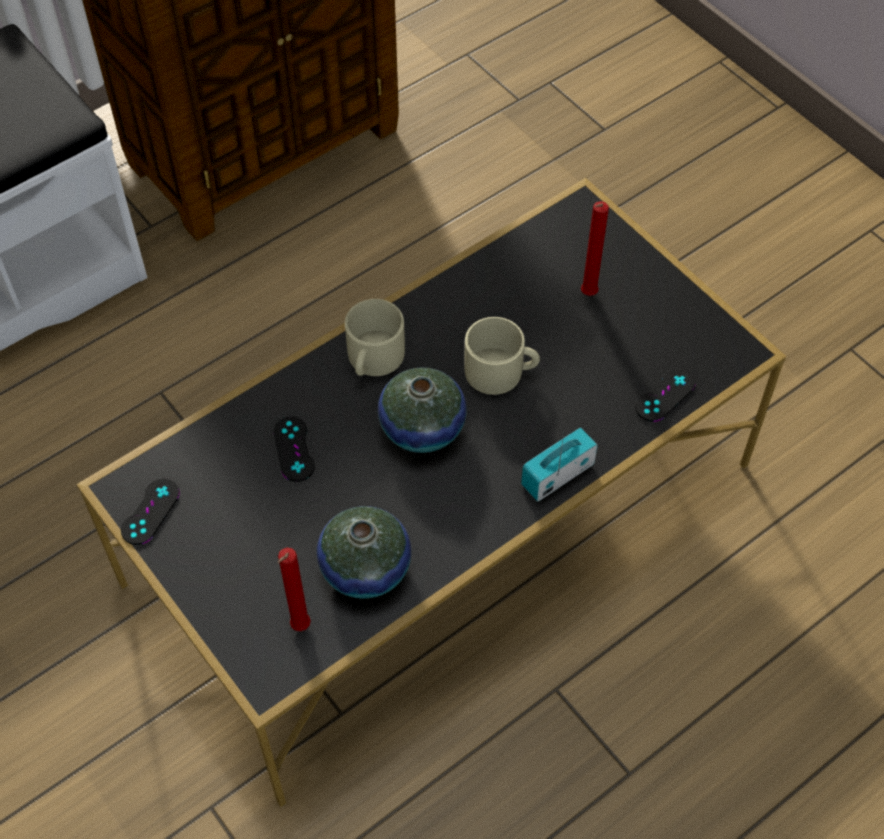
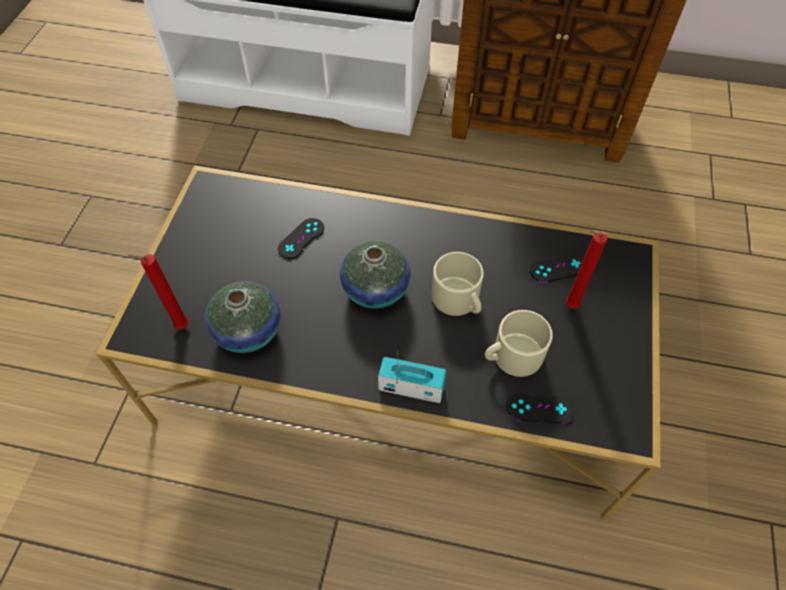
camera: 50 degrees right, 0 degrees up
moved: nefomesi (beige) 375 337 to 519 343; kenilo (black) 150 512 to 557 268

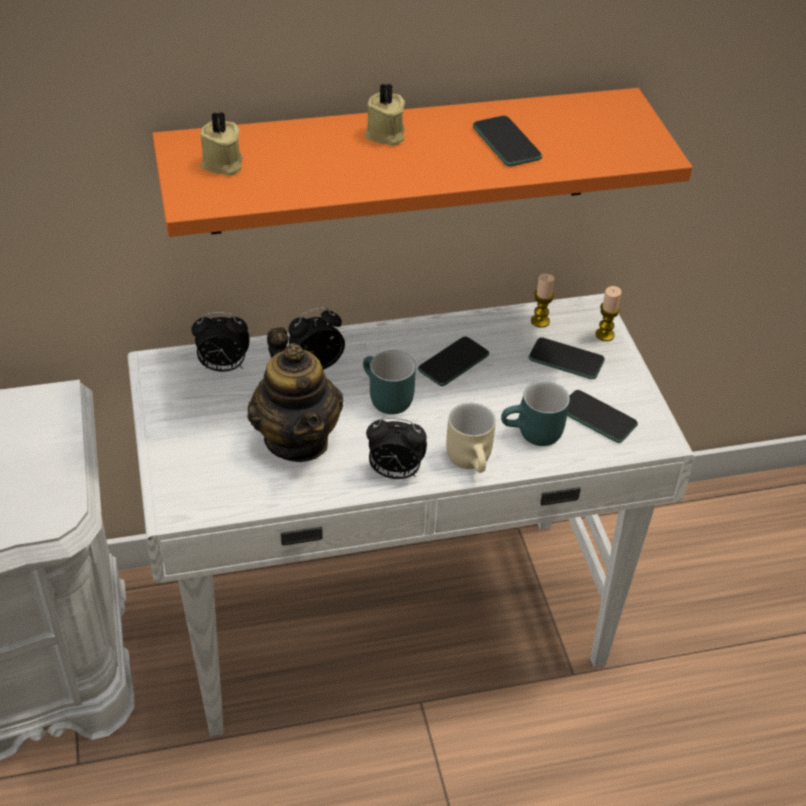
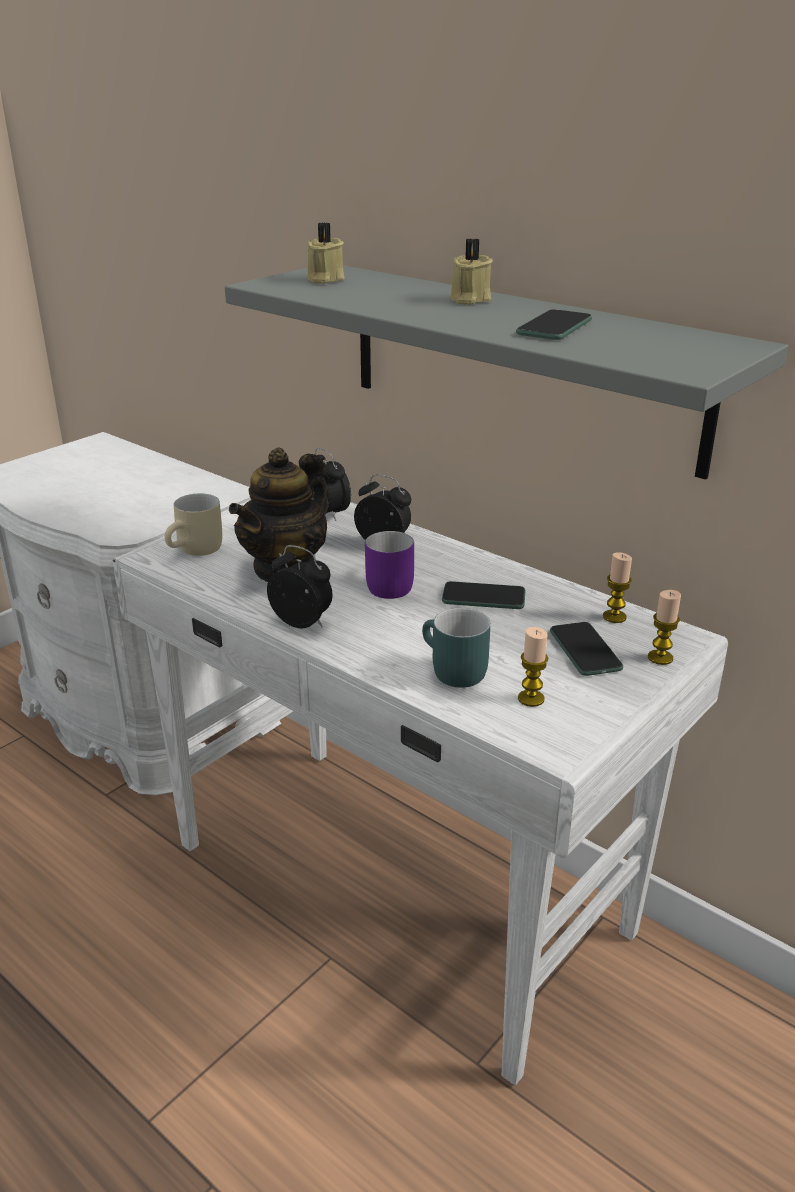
camera: 55 degrees right, 15 degrees down
moved: nefomesi (beige) 471 438 to 193 525
replaced: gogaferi 602 416 to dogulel 533 667
recoloured: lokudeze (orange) 422 162 to lokudeze (grey) 506 372; nefomesi (turquoise) 389 382 to nefomesi (purple) 389 565
turned: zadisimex 396 448 = 300 586 150 degrees clockwise

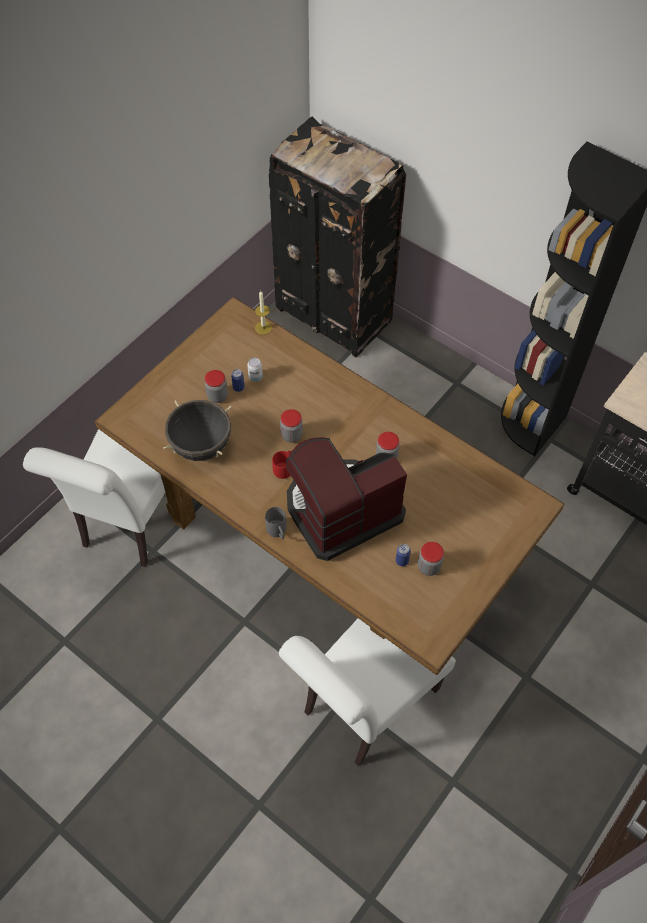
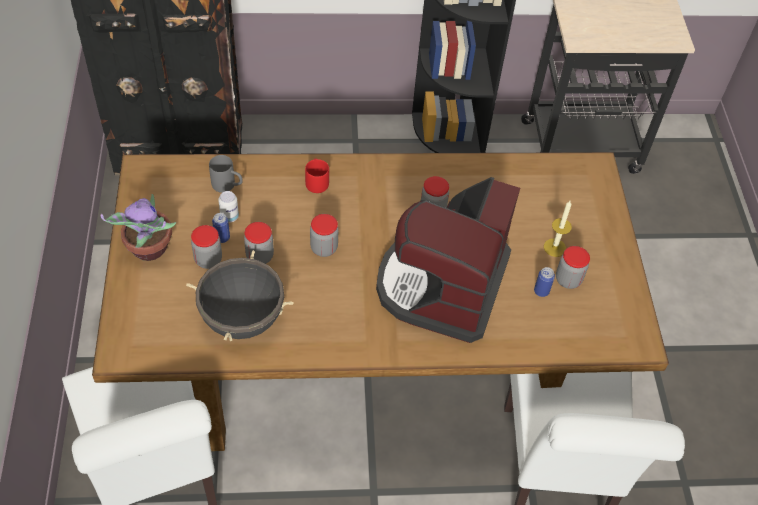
camera: 45 degrees left, 5 degrees down
added: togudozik 138 227; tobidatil 259 243
moved: dogulel 263 313 to 558 229; nefomesi (red) 281 465 to 317 176; nefomesi (grey) 276 523 to 226 174

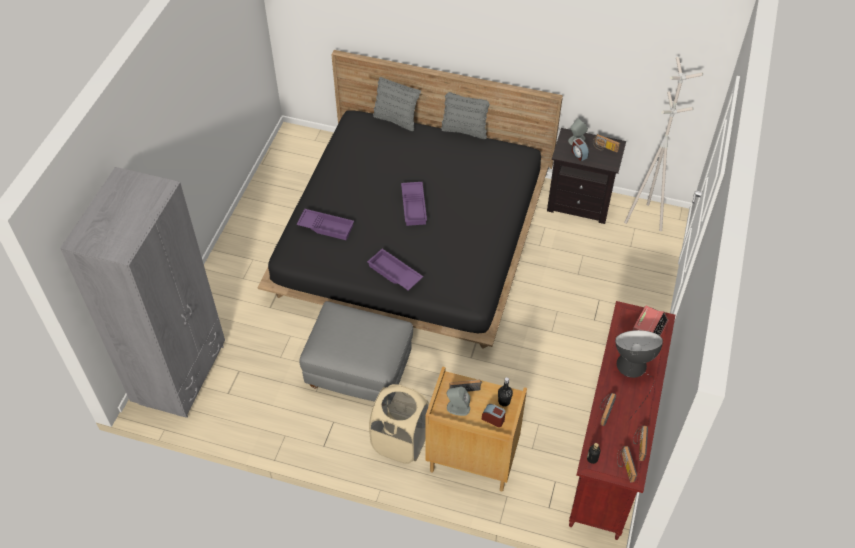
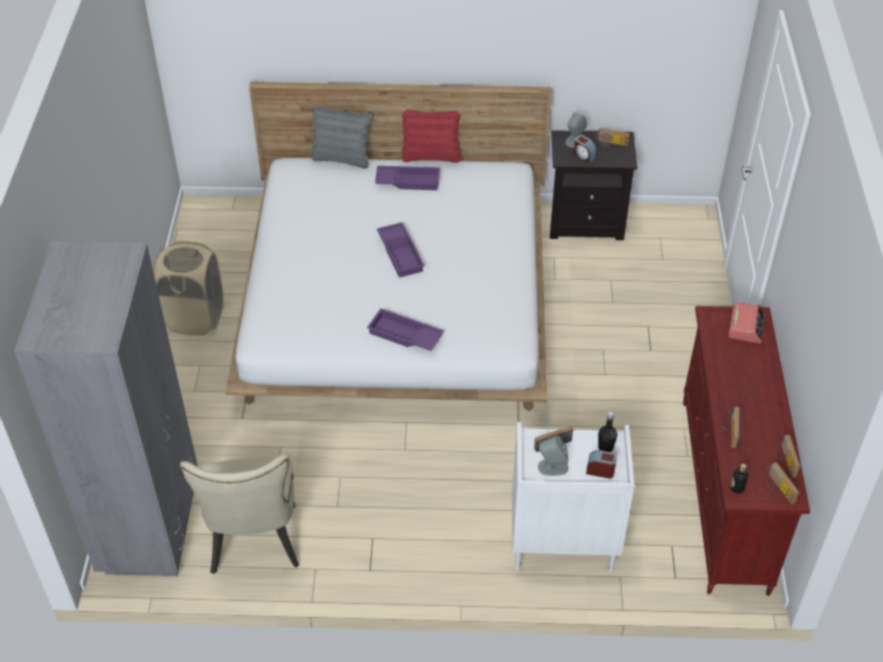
camera: 15 degrees left, 5 degrees down
removed: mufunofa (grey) 663 144; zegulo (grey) 356 351; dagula 639 376
added: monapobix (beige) 239 514
moved: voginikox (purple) 325 224 to 407 178; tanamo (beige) 399 424 to 188 288
recoloured: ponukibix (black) 410 199 to ponukibix (white) 388 246; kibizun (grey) 465 115 to kibizun (red) 432 136; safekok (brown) 476 429 to safekok (white) 573 497

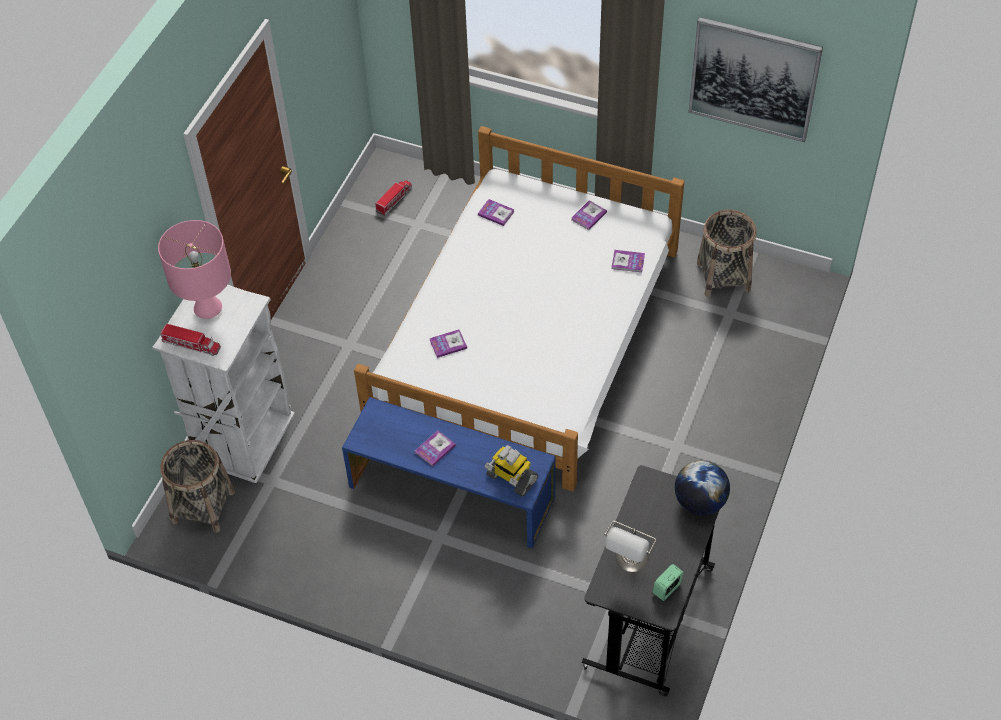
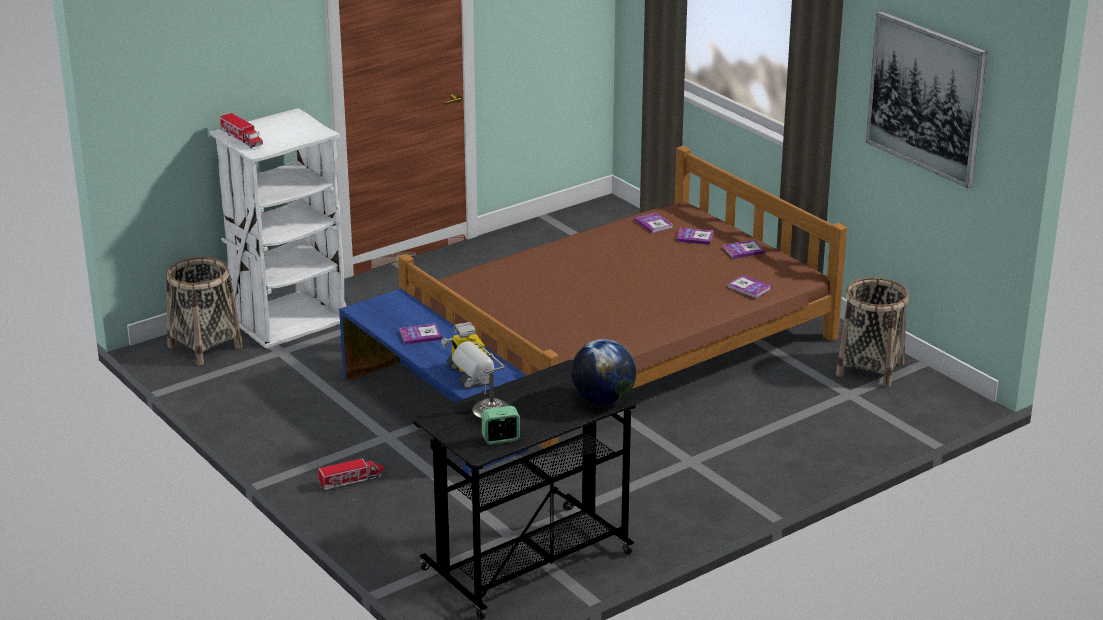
camera: 30 degrees right, 25 degrees down
removed: dagula (pink) 194 269
moved: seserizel 393 198 to 351 474; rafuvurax 448 343 to 694 236
recoloured: ponukibix (white) 519 309 to ponukibix (brown) 622 297

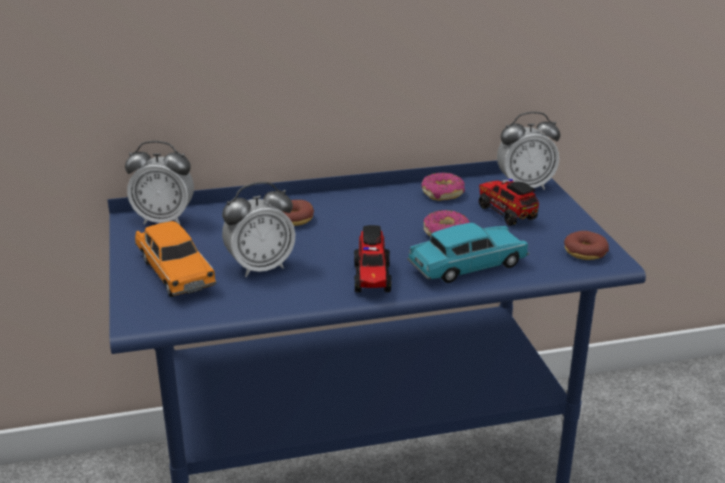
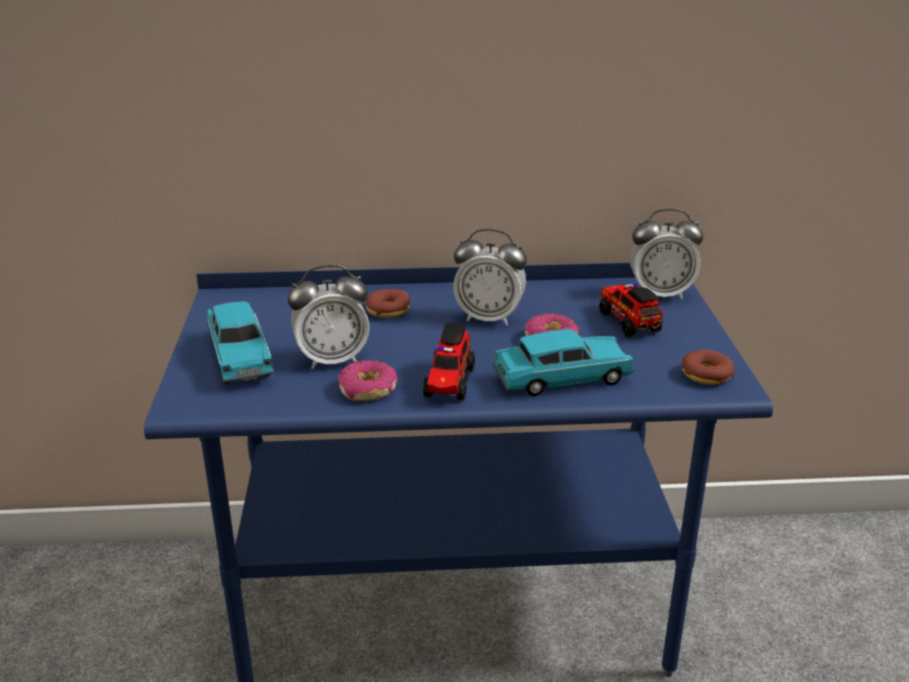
camera: 10 degrees right, 0 degrees up
moved: zadisimex 159 183 to 490 277; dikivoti 443 186 to 368 380
recoloured: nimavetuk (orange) 176 259 to nimavetuk (turquoise) 240 342

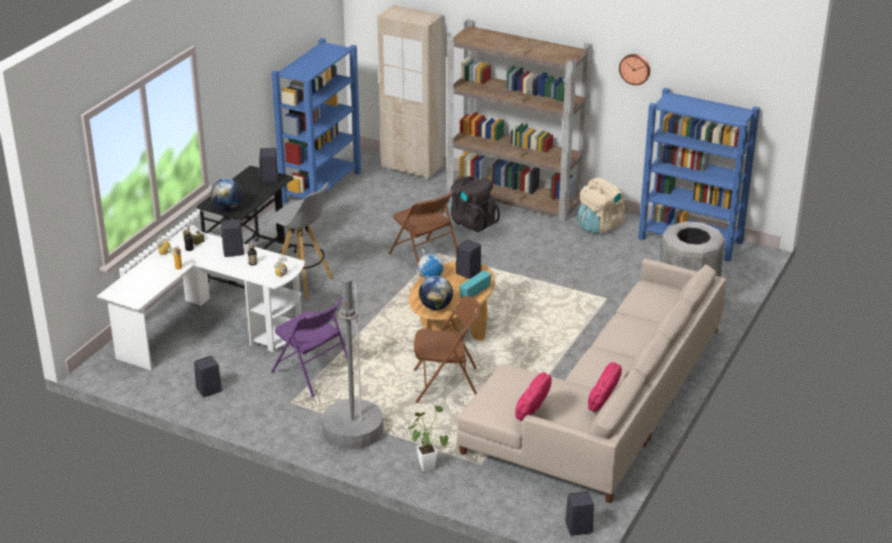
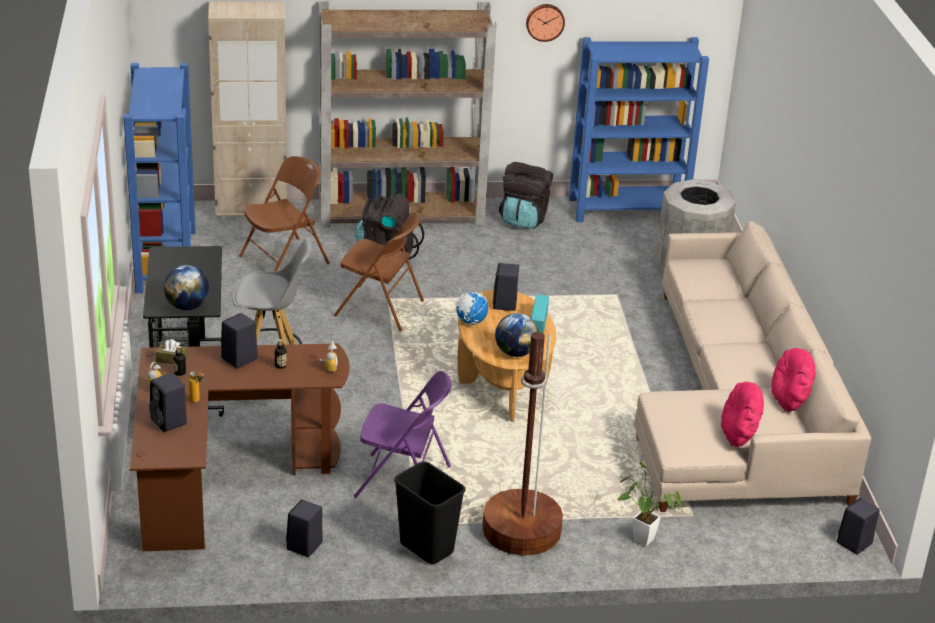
camera: 35 degrees left, 0 degrees up
added: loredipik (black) 429 512
moved: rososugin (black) 268 165 to 168 402; monapobix (brown) 447 349 to 284 214
recoloured: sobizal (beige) 603 206 to sobizal (black) 526 195; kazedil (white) 201 298 to kazedil (brown) 240 447; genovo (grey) 352 362 to genovo (brown) 522 444

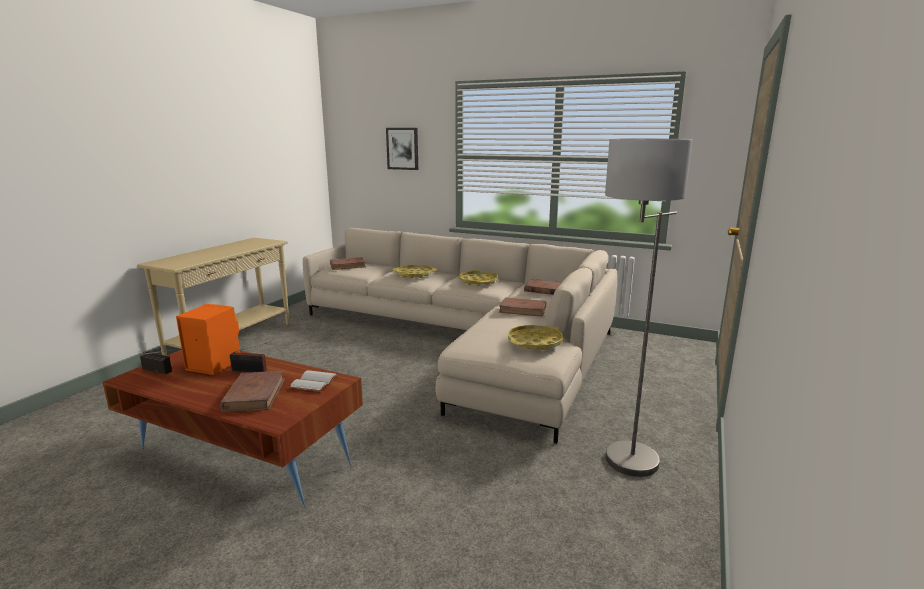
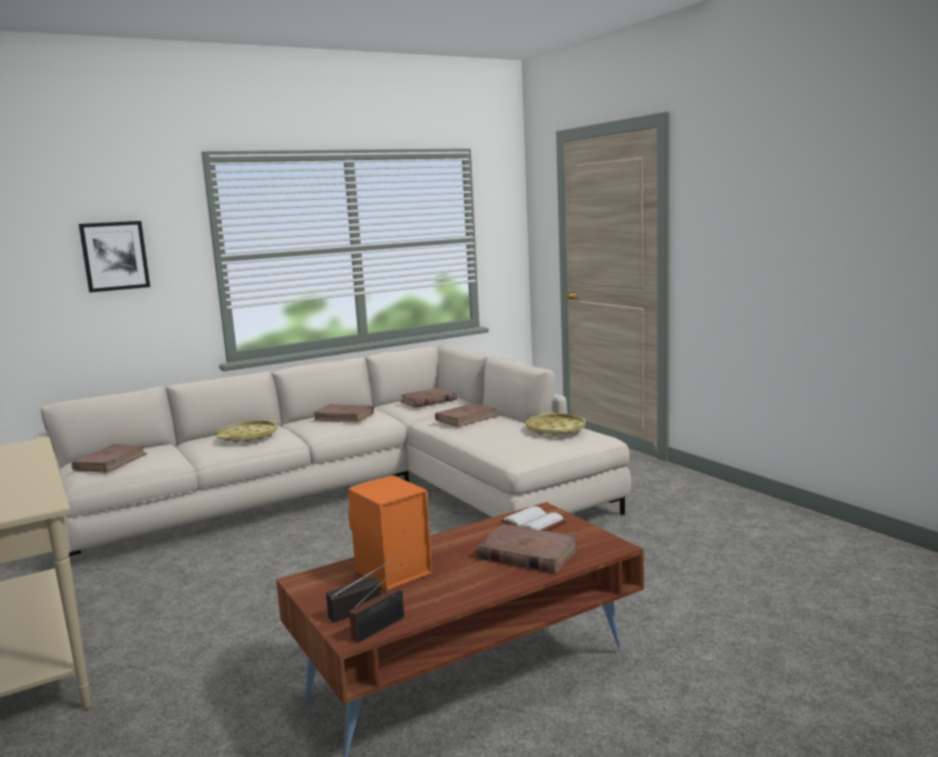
camera: 55 degrees left, 5 degrees down
removed: genovo (grey) 648 308
moved: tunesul 248 357 to 376 603
replaced: voginikox (yellow) 478 278 to rafuvurax (brown) 343 413

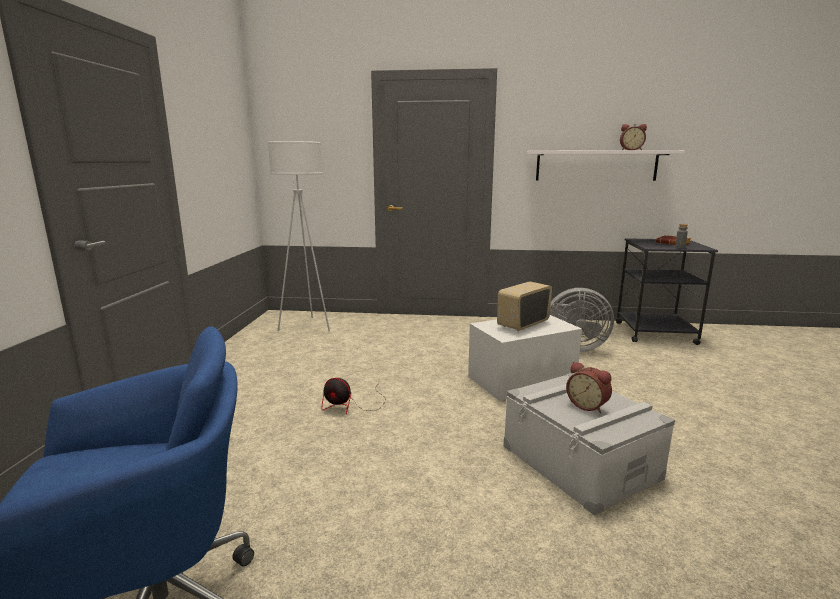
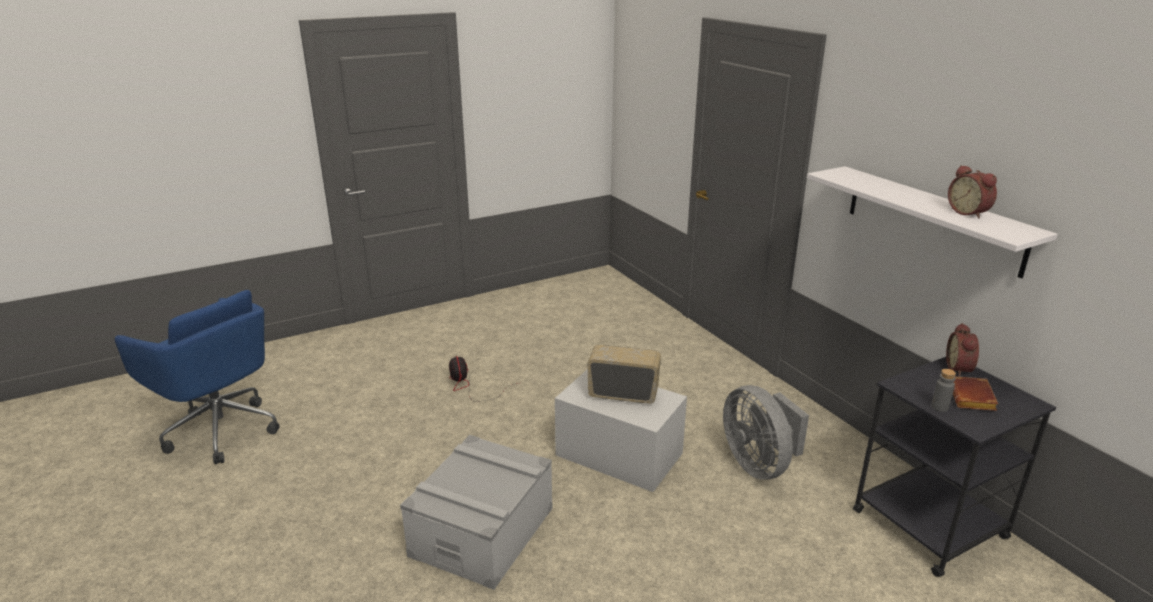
camera: 55 degrees right, 10 degrees up
removed: genovo (white) 299 236
moved: zadisimex 589 387 to 962 350

